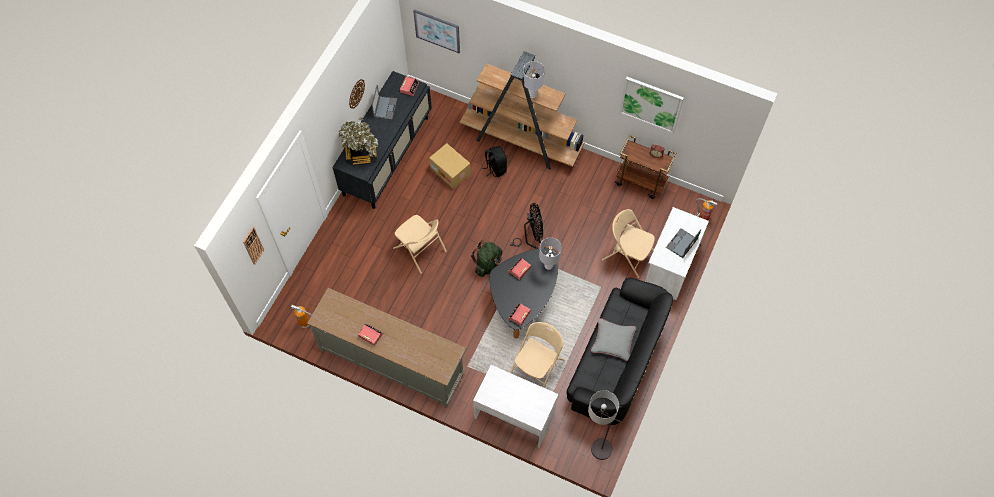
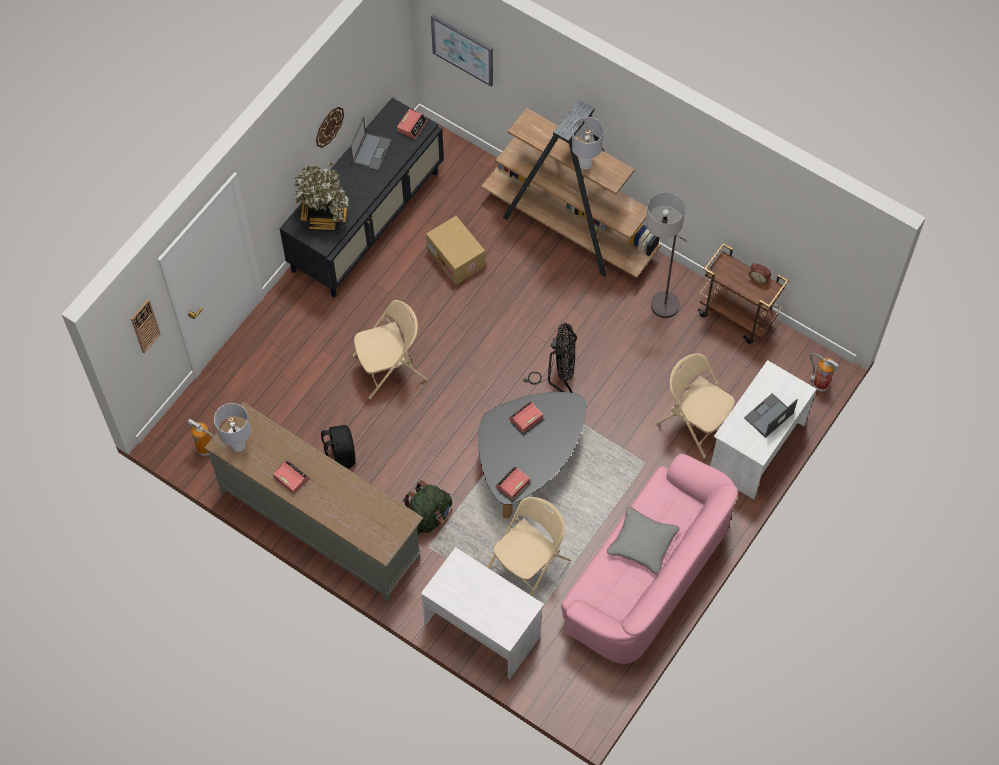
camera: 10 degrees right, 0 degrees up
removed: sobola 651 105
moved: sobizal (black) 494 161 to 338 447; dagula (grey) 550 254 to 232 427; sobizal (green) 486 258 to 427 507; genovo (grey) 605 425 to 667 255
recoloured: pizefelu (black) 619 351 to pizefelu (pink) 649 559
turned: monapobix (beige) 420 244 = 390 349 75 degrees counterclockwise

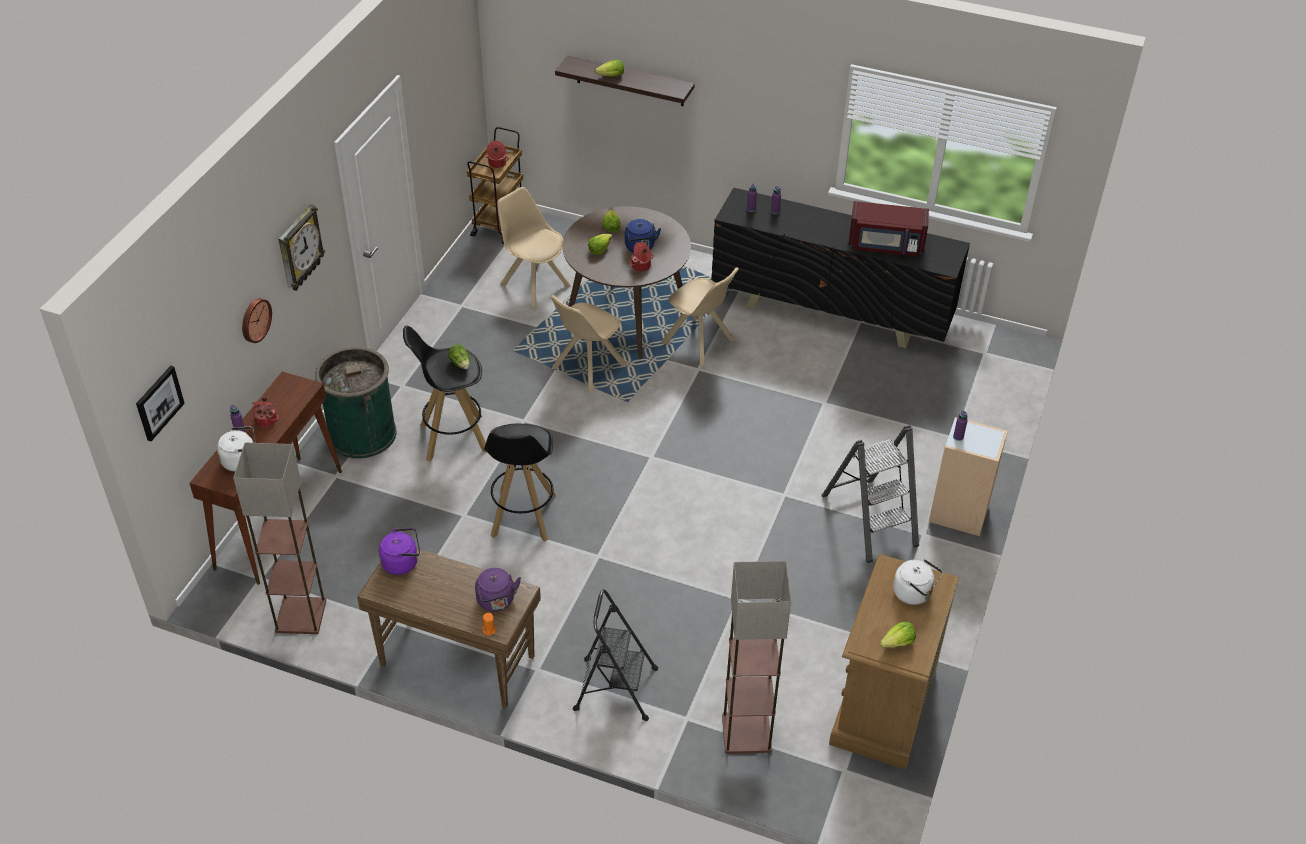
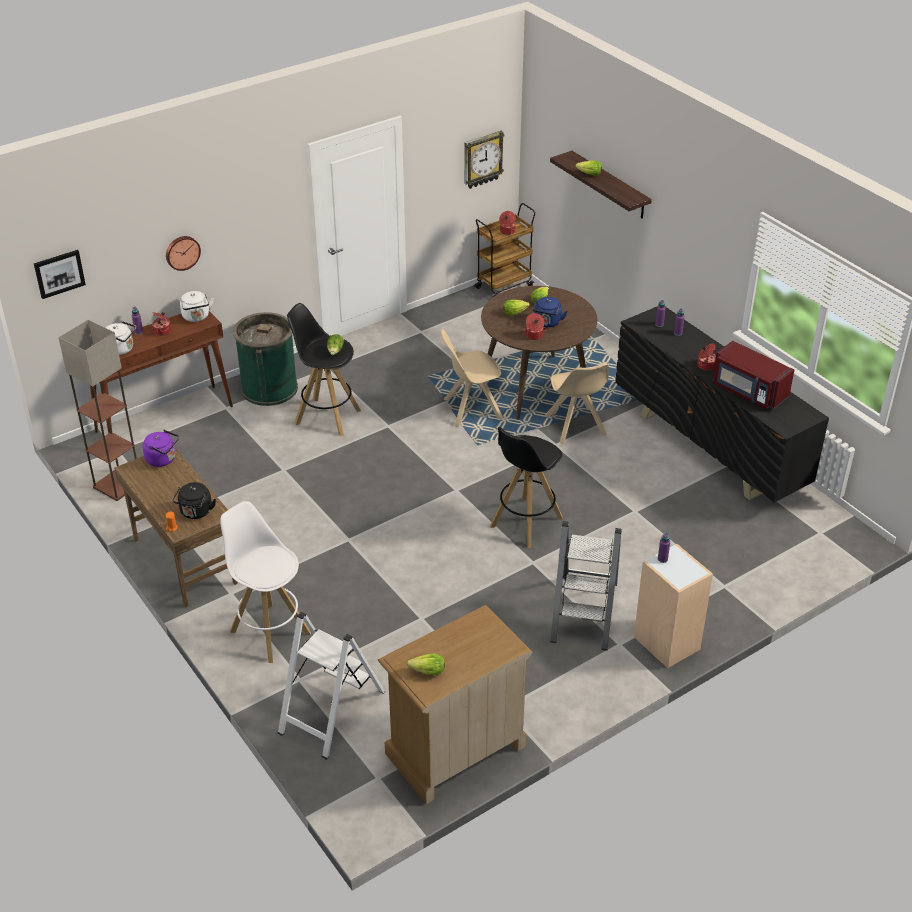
camera: 35 degrees right, 5 degrees down
removed: monapobix (beige) 534 247
added: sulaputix 706 357
moved: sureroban 301 247 to 484 160; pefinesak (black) 520 483 to 526 487; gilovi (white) 918 582 to 197 306
replaced: genovo 756 657 to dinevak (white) 331 686; dinevak (black) 615 655 to pefinesak (white) 265 582
recoloured: gilovi (purple) 498 590 to gilovi (black) 194 500

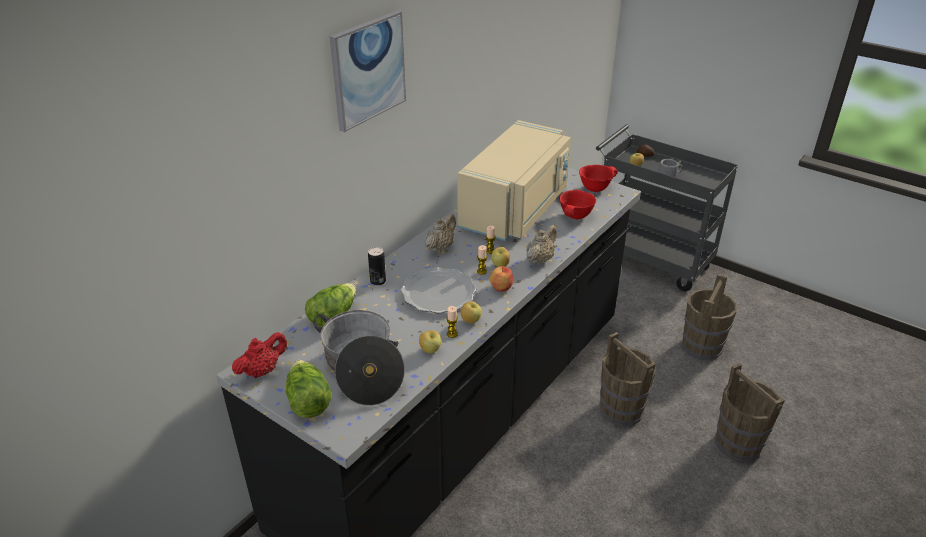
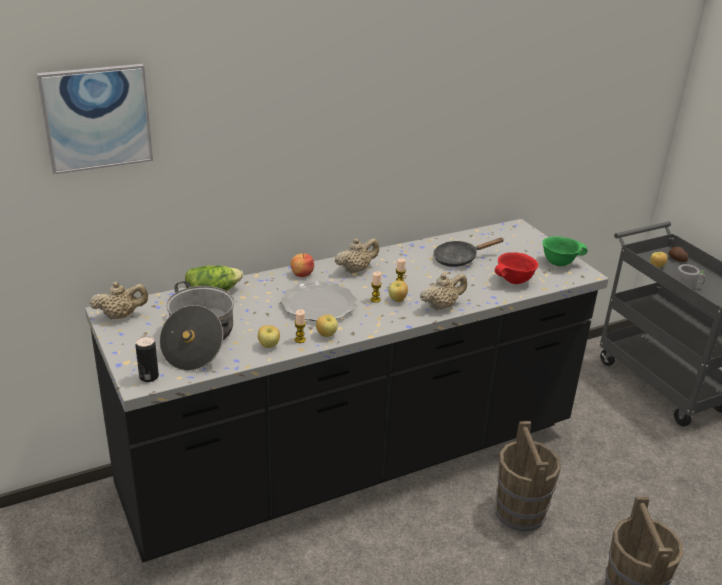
camera: 25 degrees right, 5 degrees down
removed: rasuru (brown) 709 317; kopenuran 308 389
moved: sobola 368 71 to 95 119; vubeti 377 266 to 147 359; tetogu 501 279 to 302 265
replaced: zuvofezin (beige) 514 180 to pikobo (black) 468 252
recoloured: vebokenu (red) 598 178 to vebokenu (green) 565 251; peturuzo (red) 259 355 to peturuzo (beige) 118 300

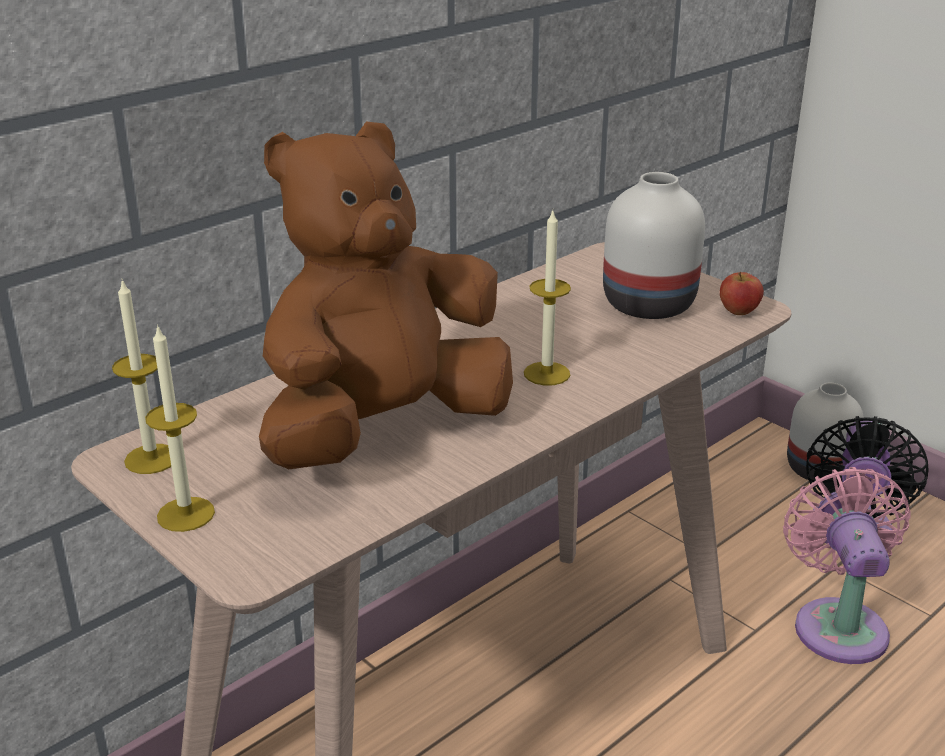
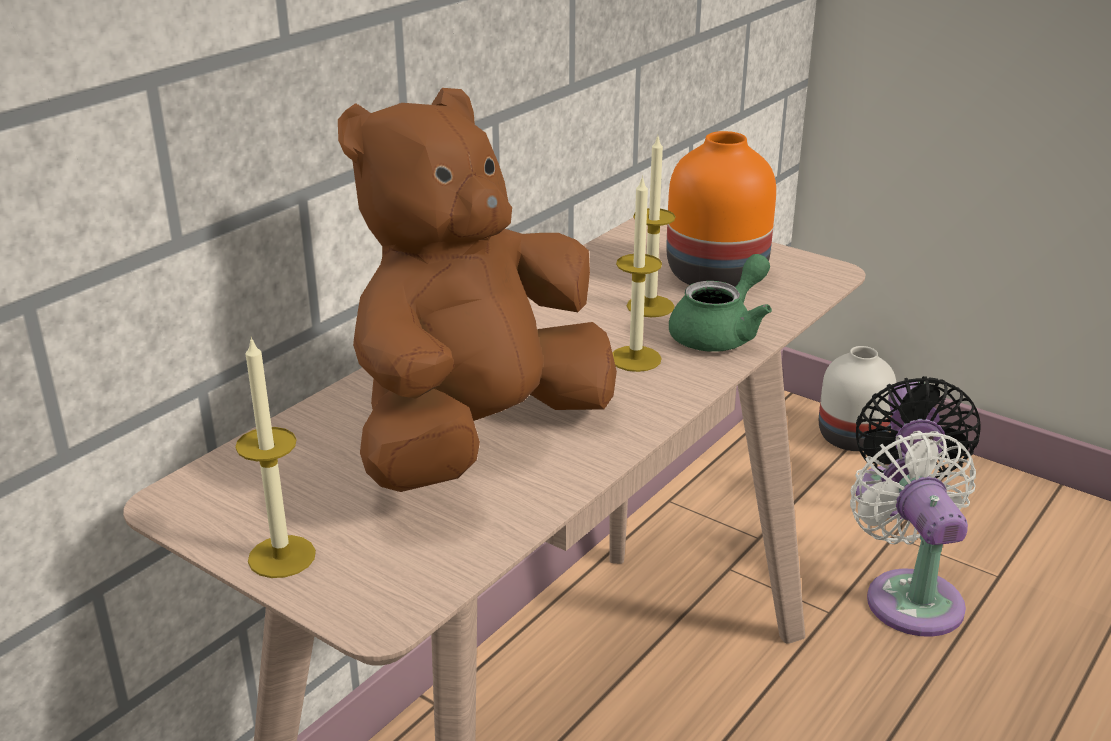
camera: 10 degrees left, 0 degrees up
removed: tetogu 742 293
added: peturuzo (green) 720 303
moved: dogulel 141 376 to 651 225
recoloured: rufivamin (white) 654 245 to rufivamin (orange) 721 209; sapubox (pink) 847 565 to sapubox (white) 913 534

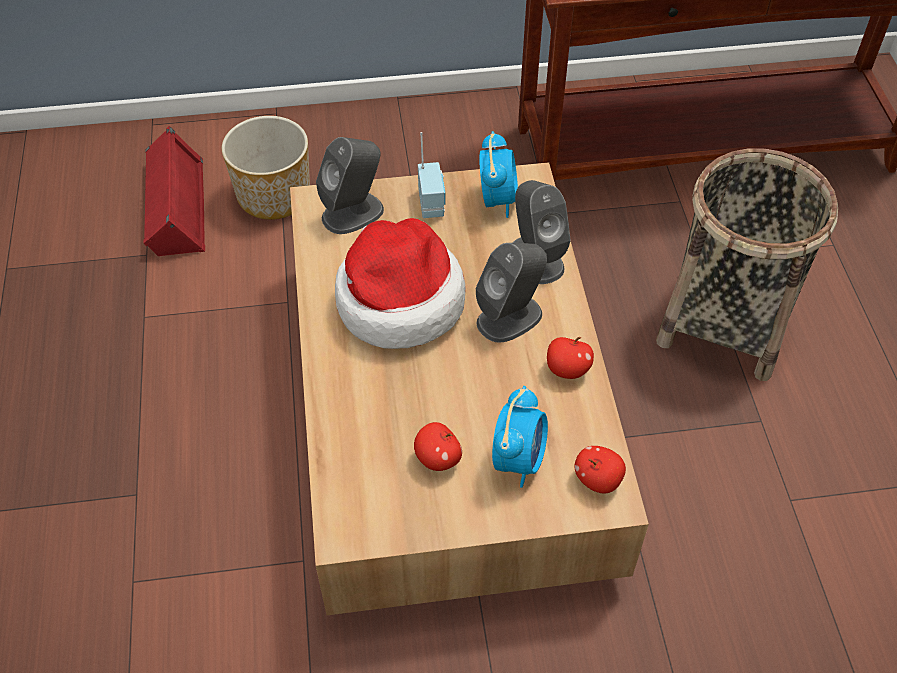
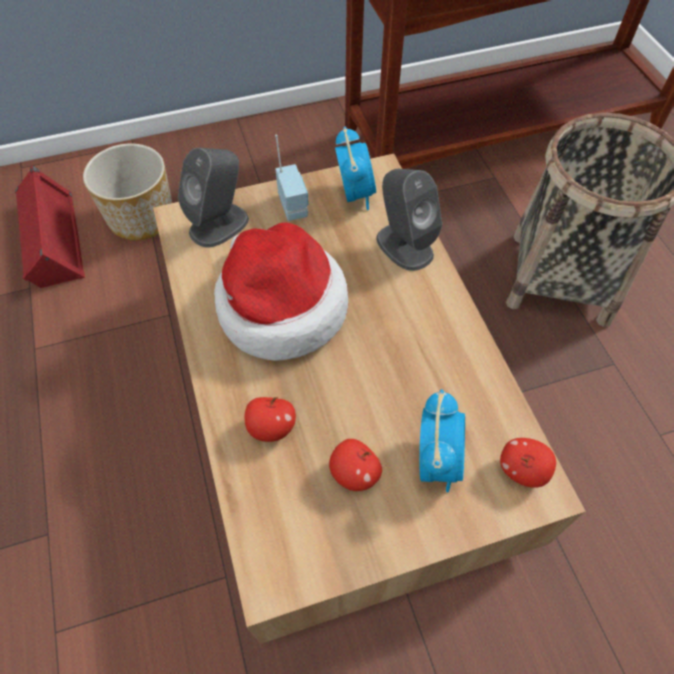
camera: 10 degrees left, 5 degrees up
removed: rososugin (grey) 511 293
moved: tetogu 570 358 to 270 419

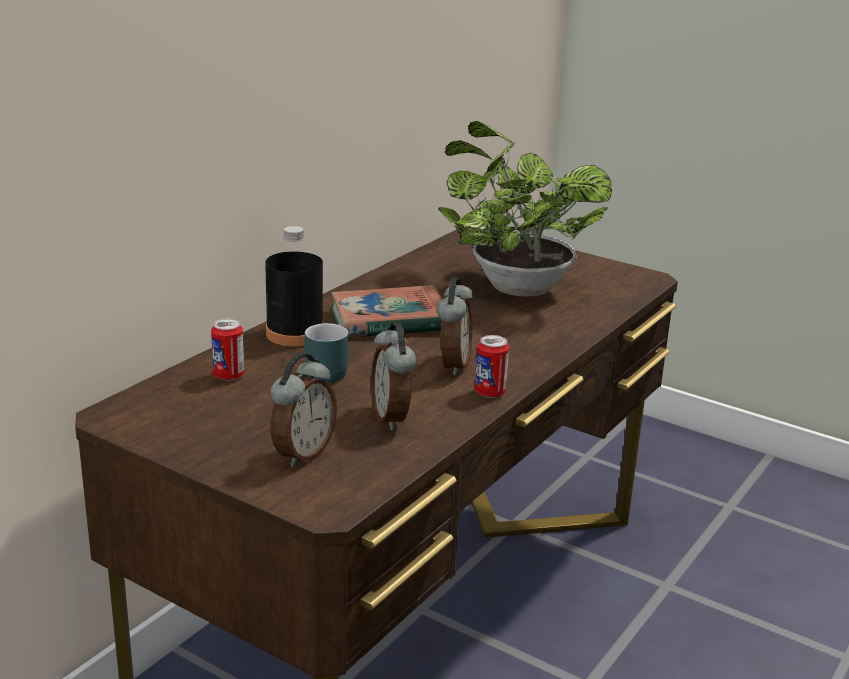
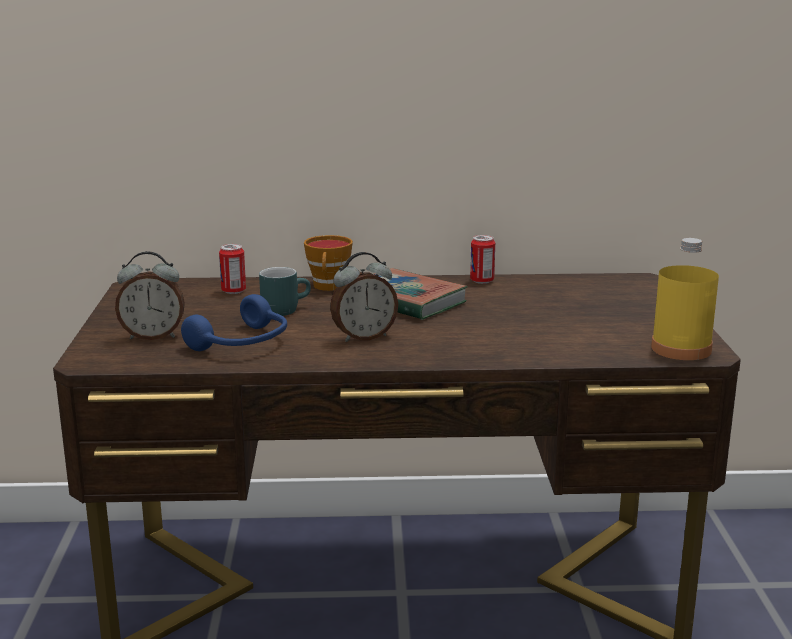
camera: 55 degrees right, 5 degrees down
removed: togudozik 525 208
added: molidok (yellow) 685 299
moved: vubeti 492 366 to 482 259
replaced: molidok (black) 294 286 to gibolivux 328 263; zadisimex 393 376 to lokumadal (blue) 234 322

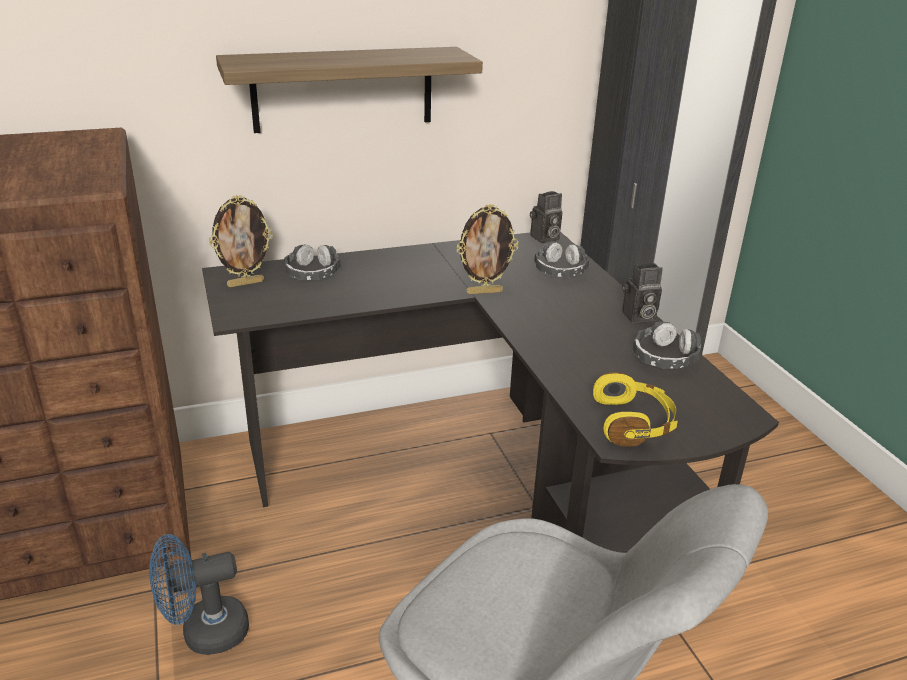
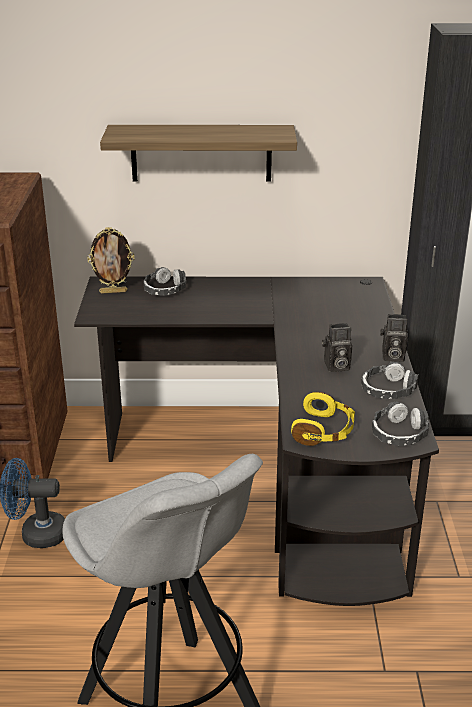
camera: 20 degrees right, 0 degrees up
removed: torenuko 487 249
moved: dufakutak 546 217 to 337 347; lokumadal 561 260 to 400 423

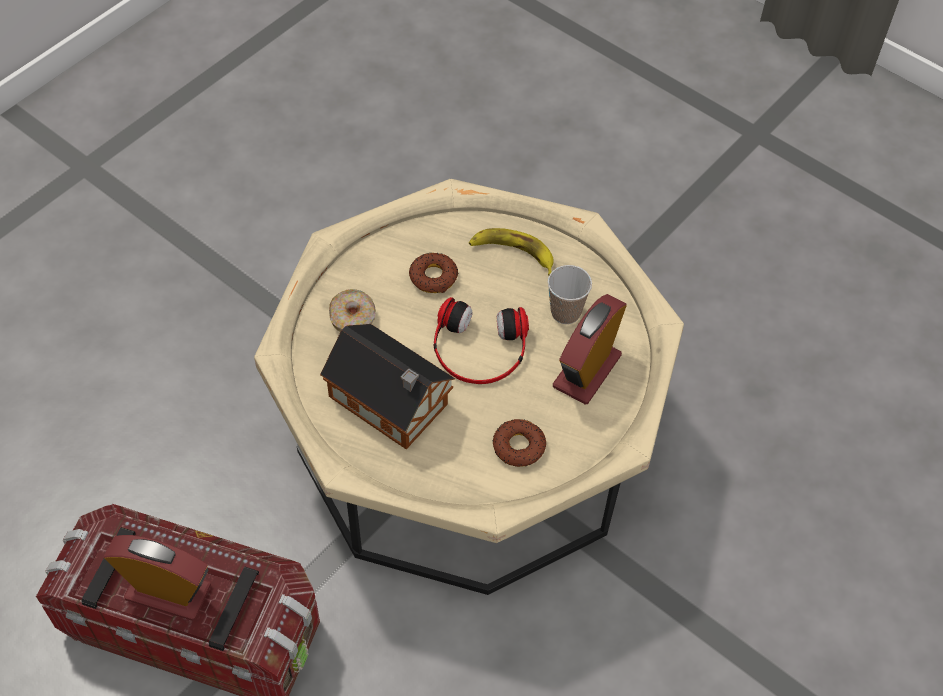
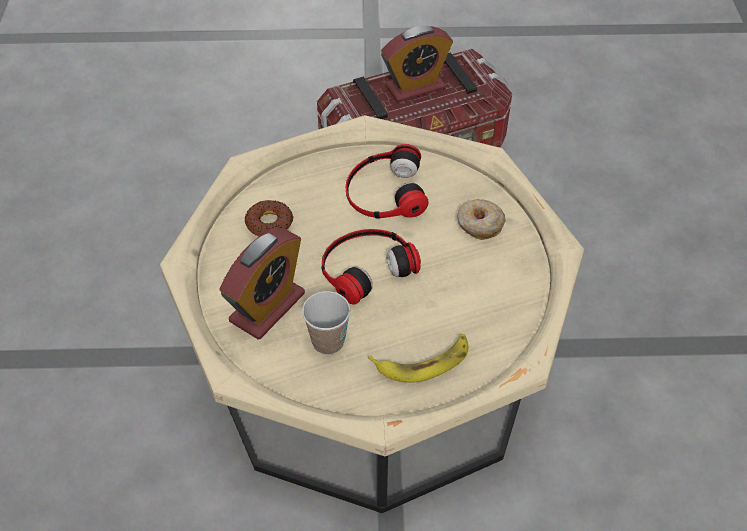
camera: 140 degrees right, 5 degrees down
removed: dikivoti 433 273
replaced: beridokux 387 386 to lokumadal 387 181
turned: zadisimex 590 349 = 262 284 45 degrees clockwise

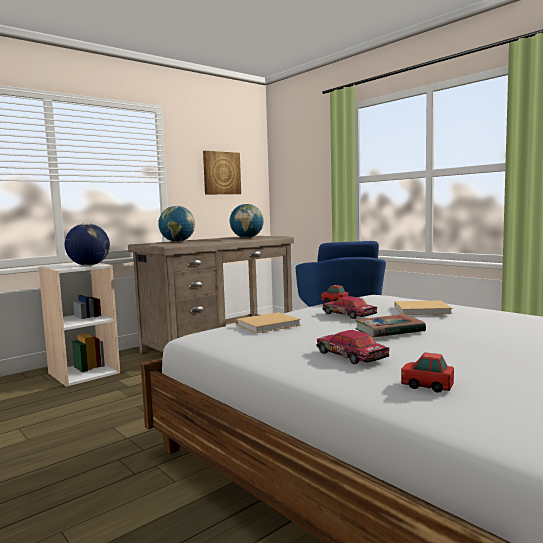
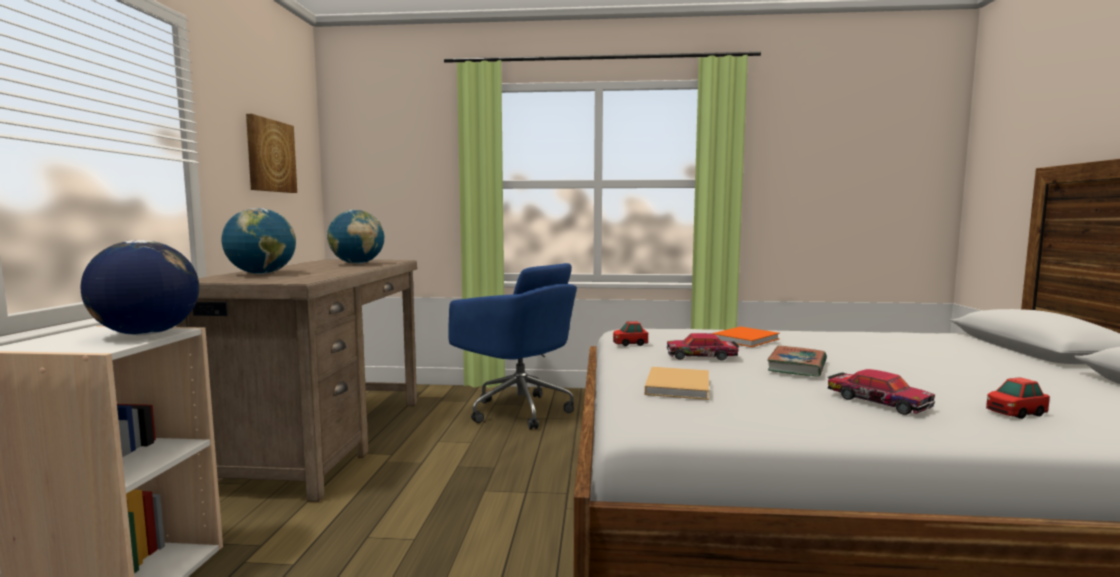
camera: 45 degrees left, 0 degrees up
recoloured: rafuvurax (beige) 423 307 to rafuvurax (orange) 746 337
turned: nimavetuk 353 347 = 881 392 135 degrees counterclockwise

